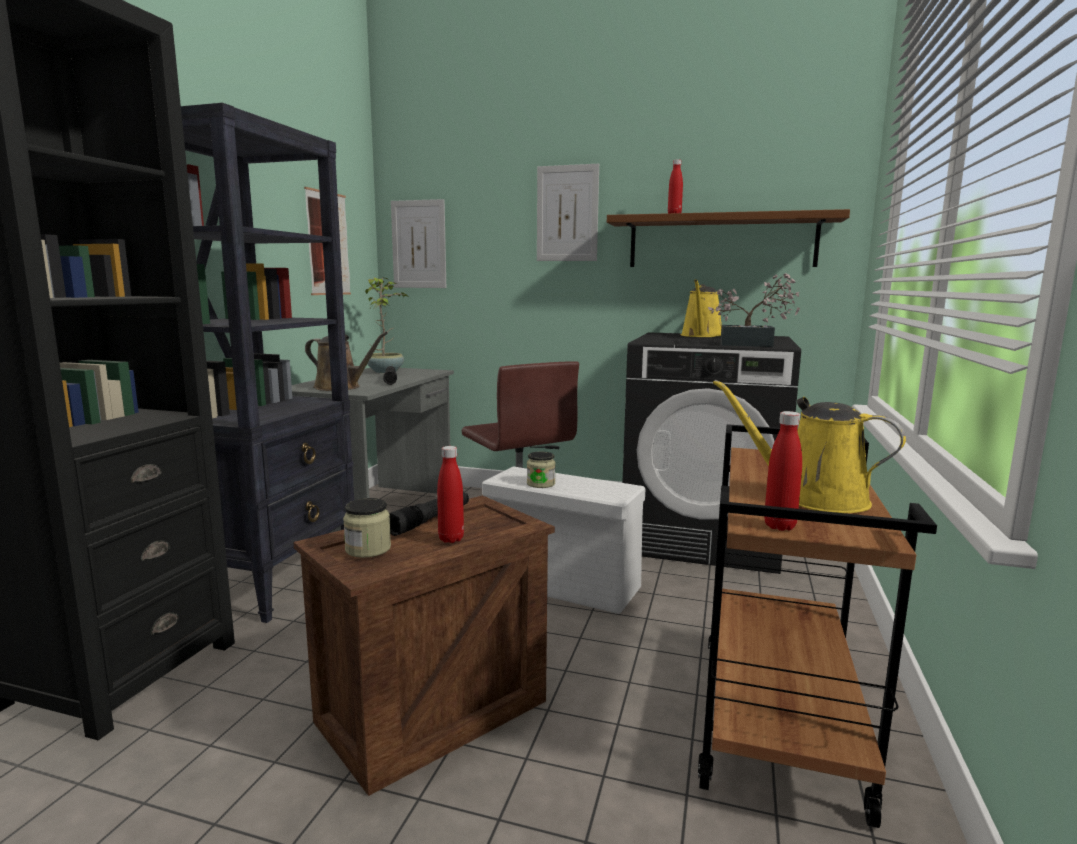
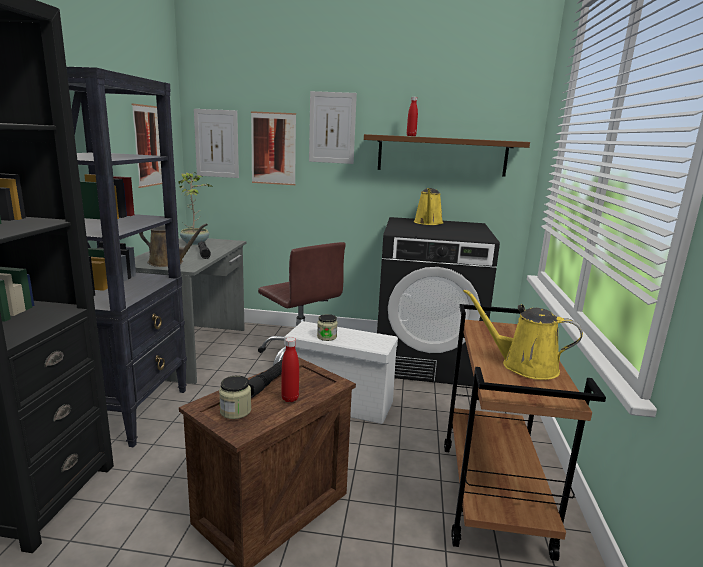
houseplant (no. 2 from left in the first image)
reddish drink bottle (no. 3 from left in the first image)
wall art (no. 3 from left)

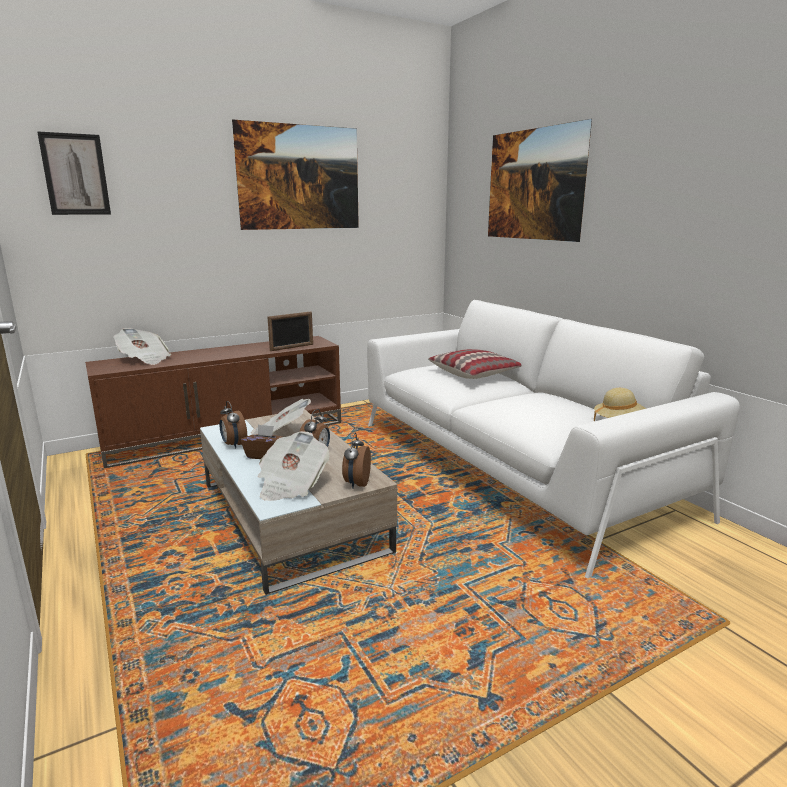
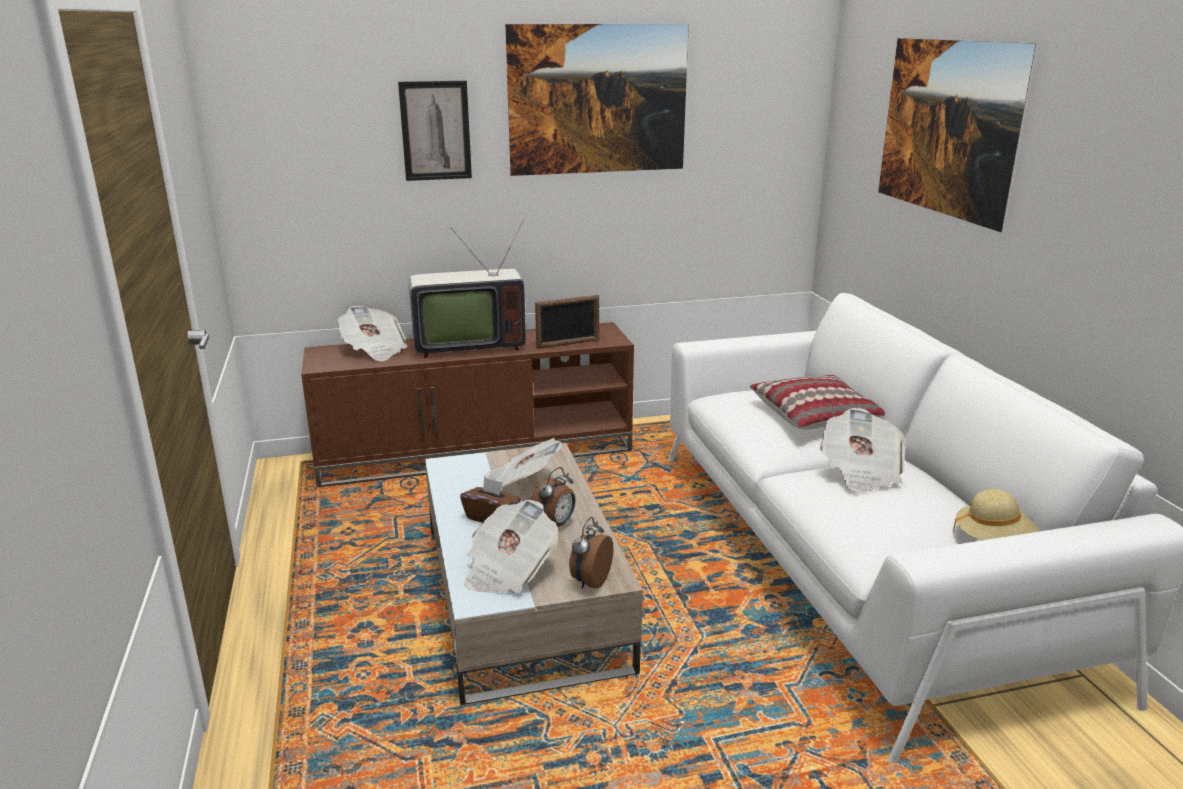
wall art (no. 1 from left)
table clock (no. 1 from left in the first image)
TV set
printed paper (no. 4 from left)

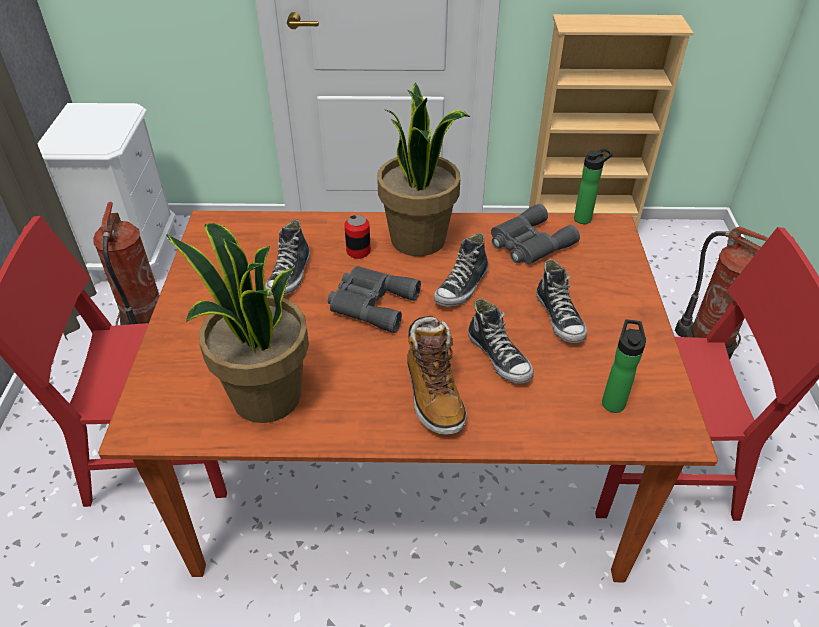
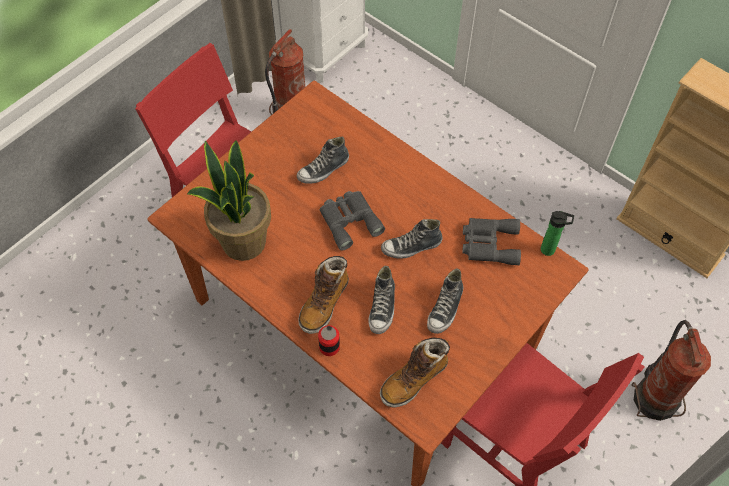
sealed can
houseplant (no. 2 from left in the first image)
tall boot (no. 2 from left)

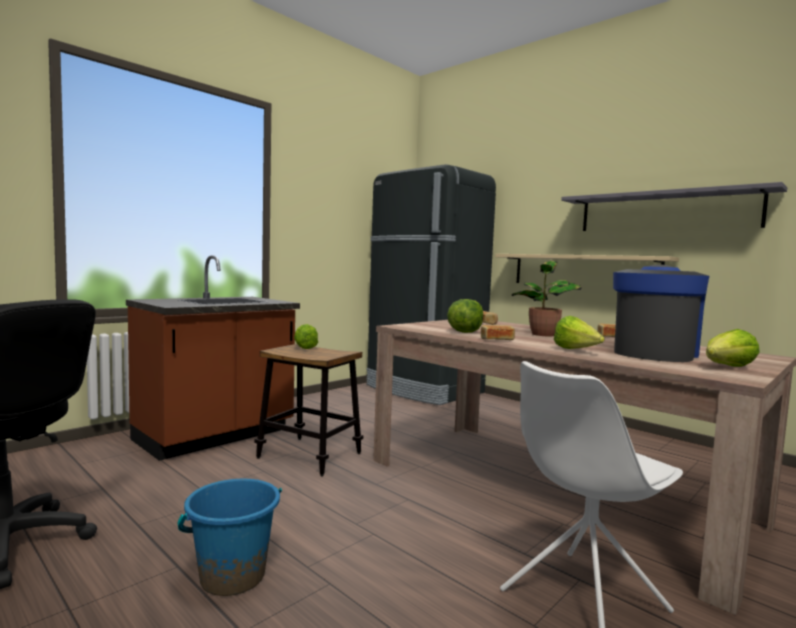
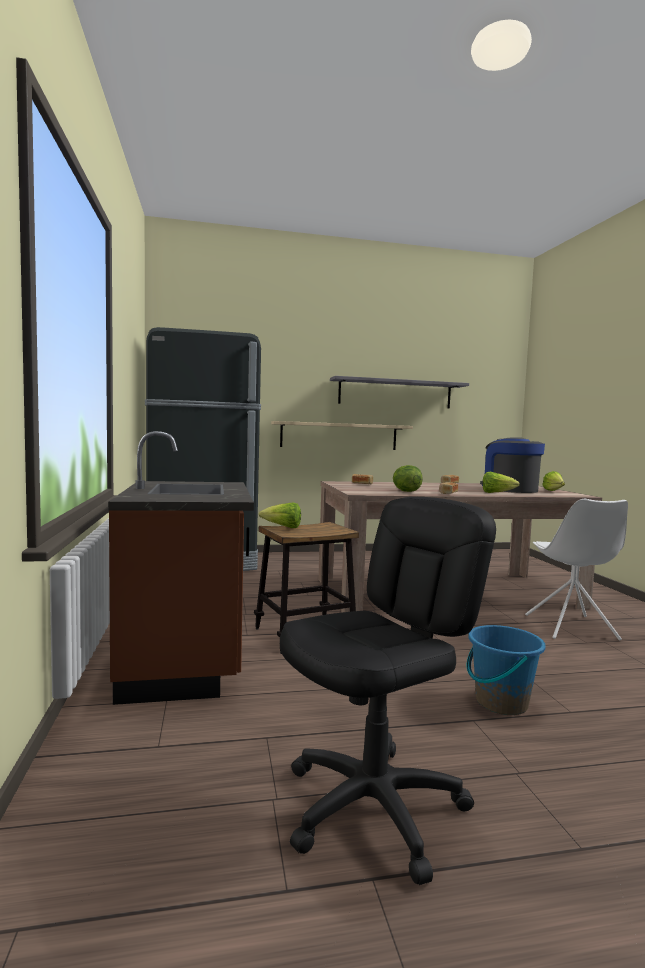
houseplant

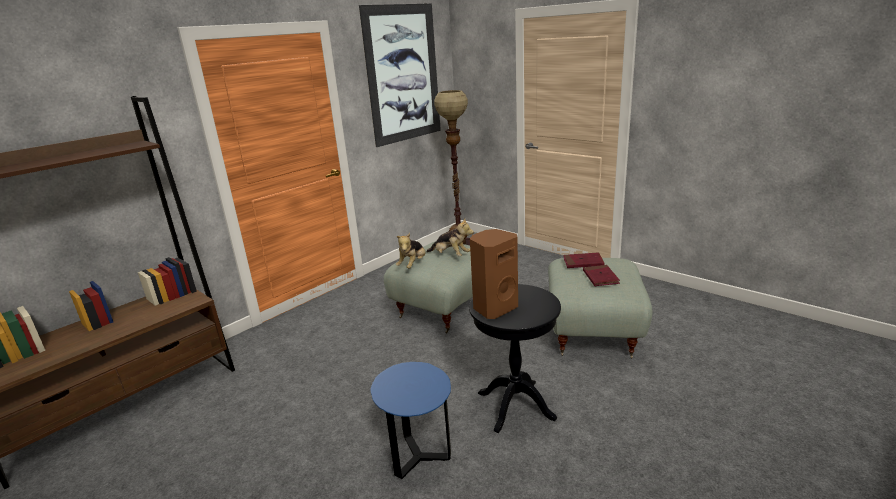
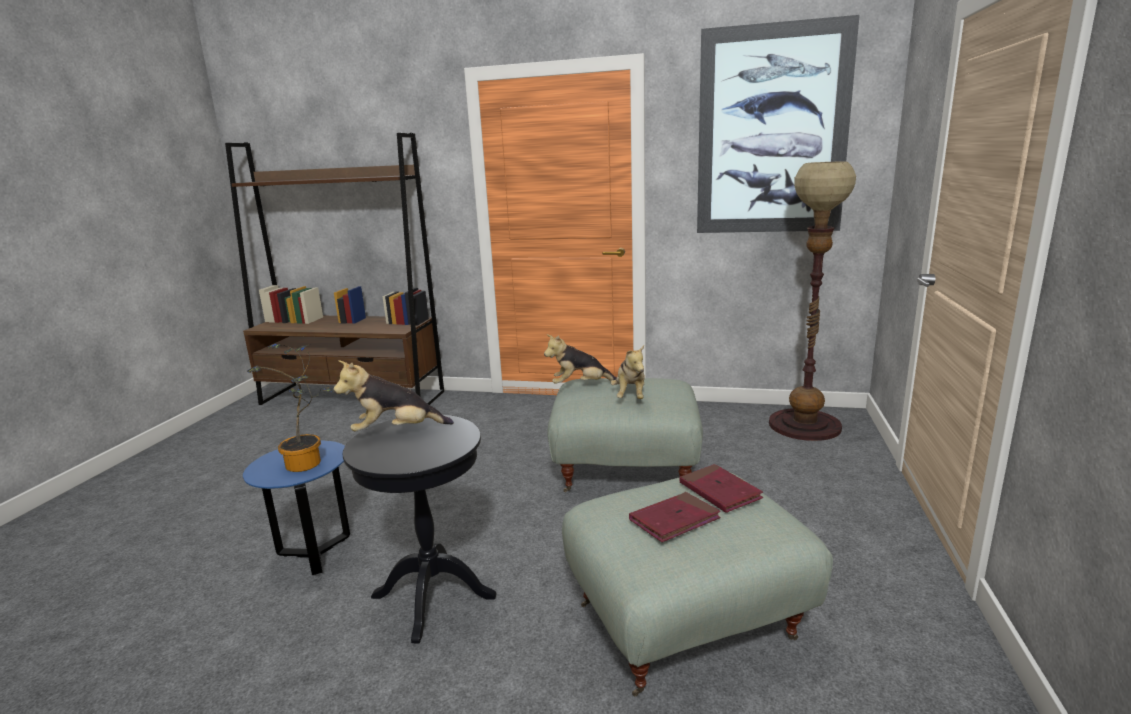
plush toy (no. 1 from left)
houseplant

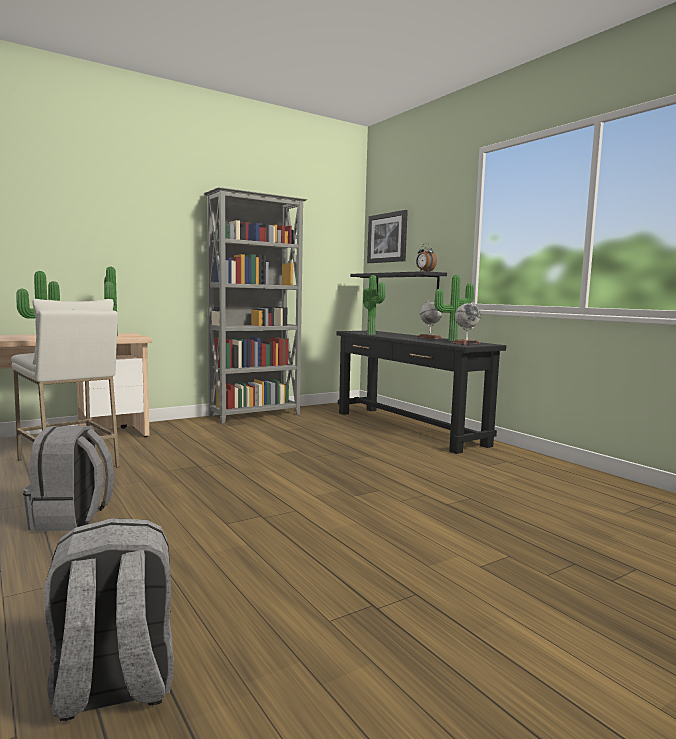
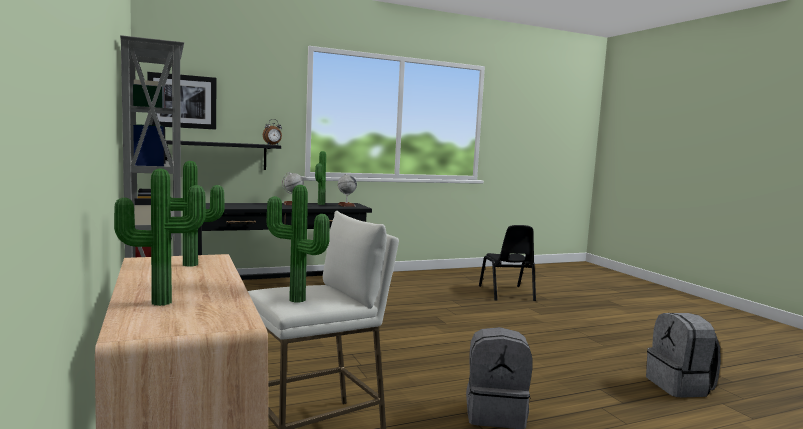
houseplant (no. 1 from left)
black chair

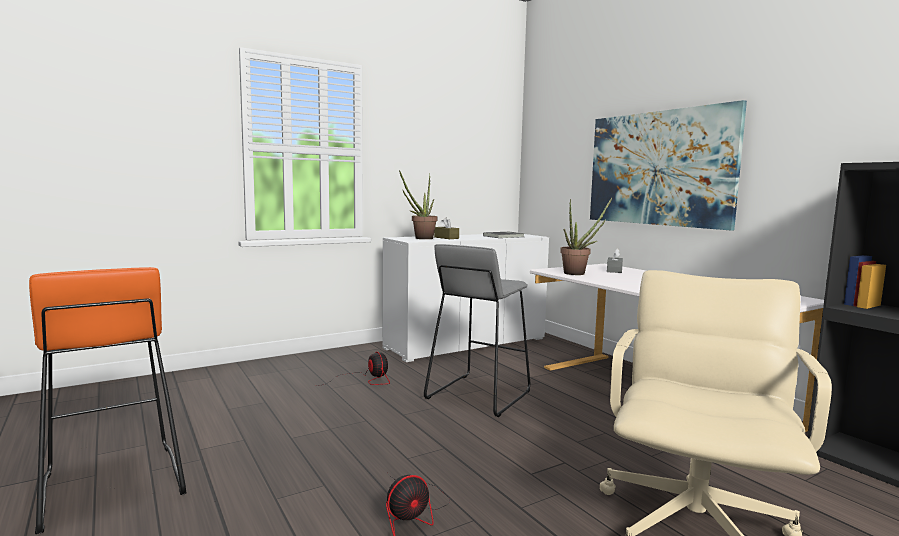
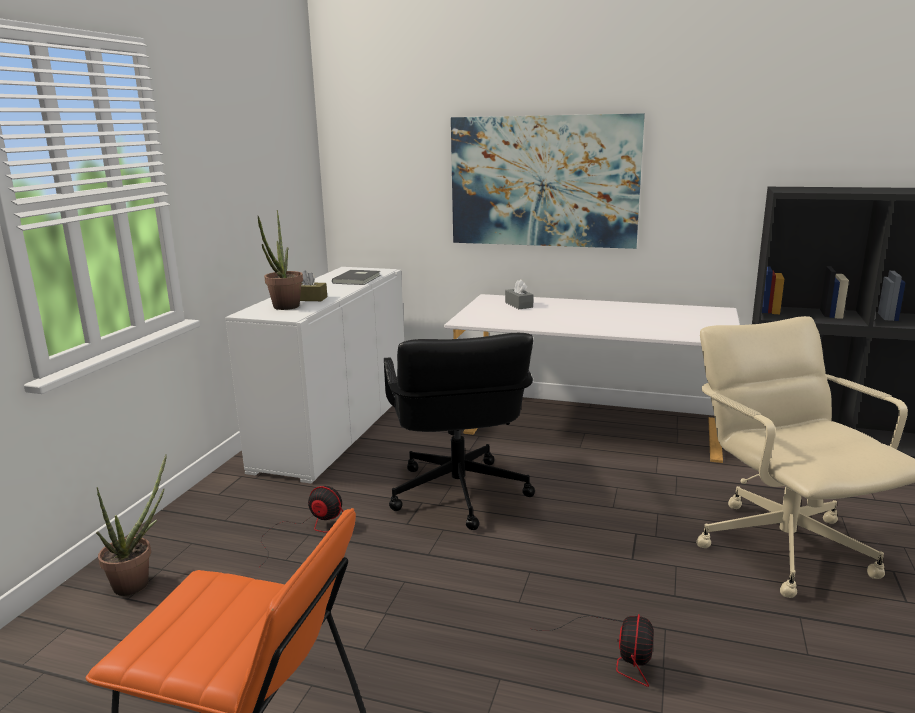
black office chair
houseplant (no. 1 from left)

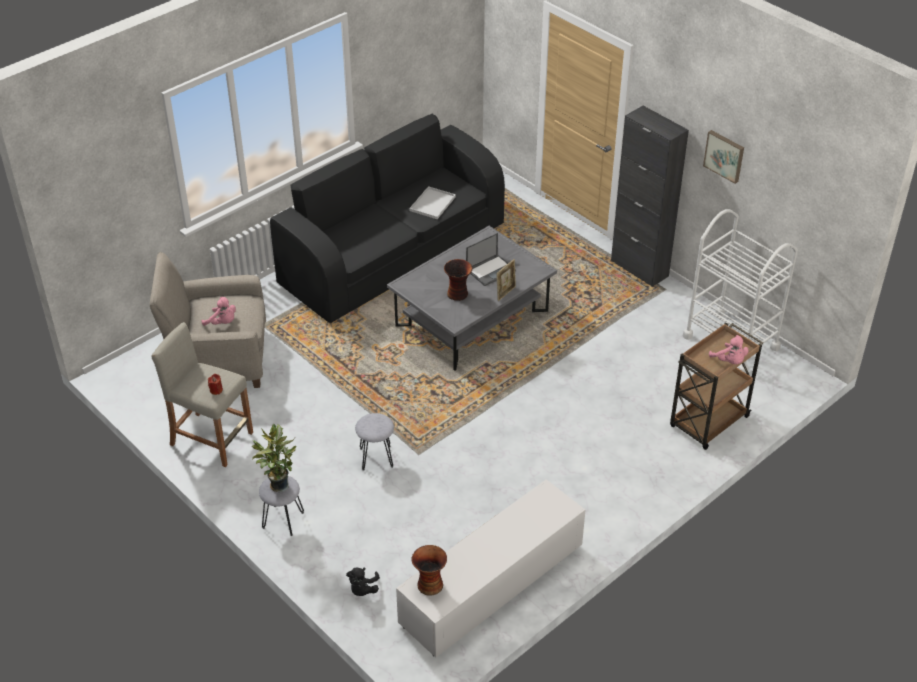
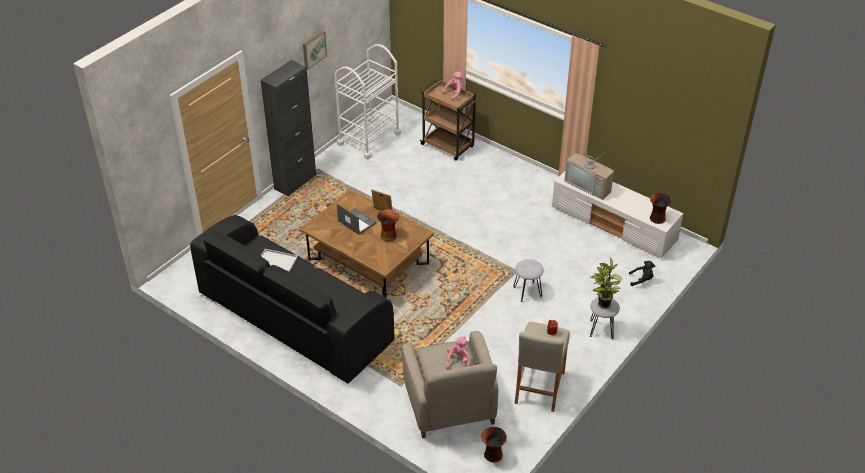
brown lounge table
decorative vase (no. 2 from left)
TV set

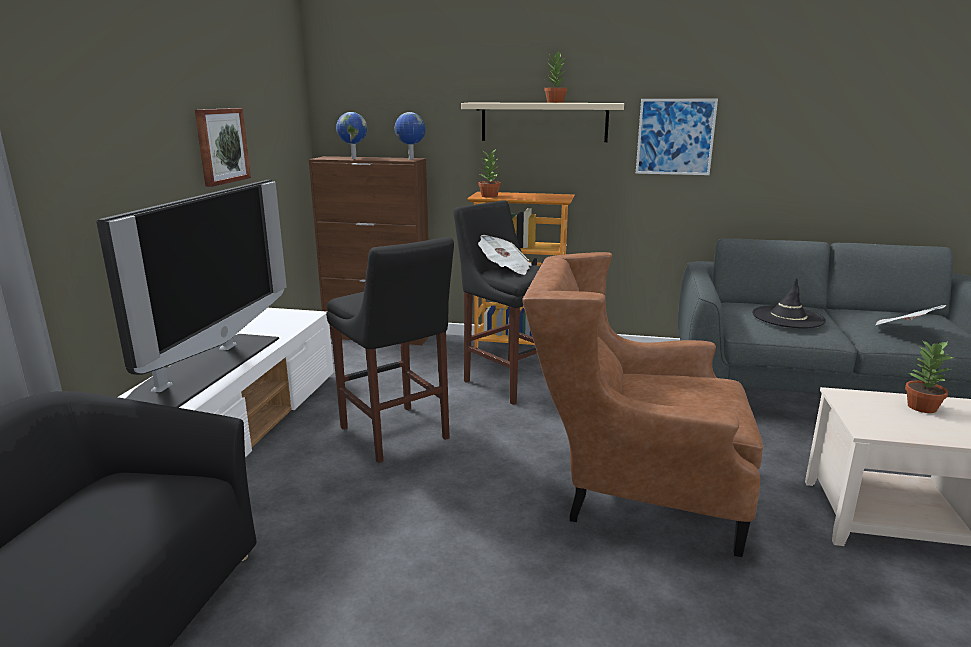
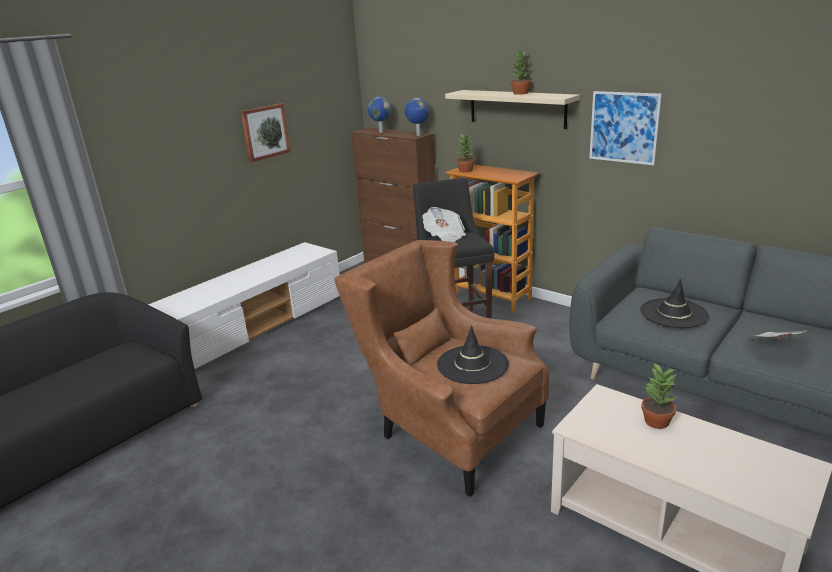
TV set
black stool (no. 1 from left in the first image)
black clothing hat (no. 1 from left)

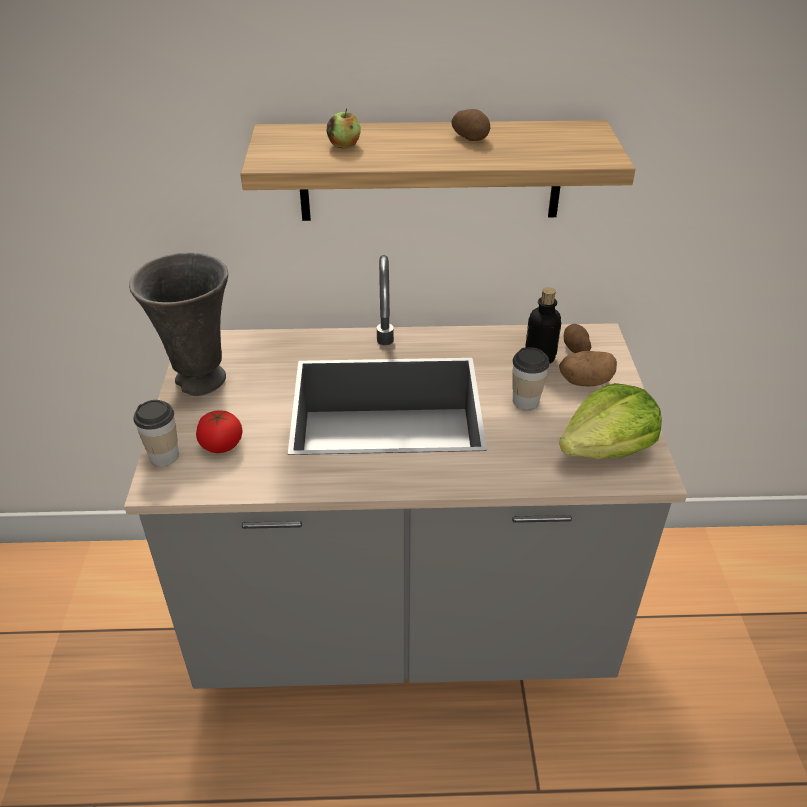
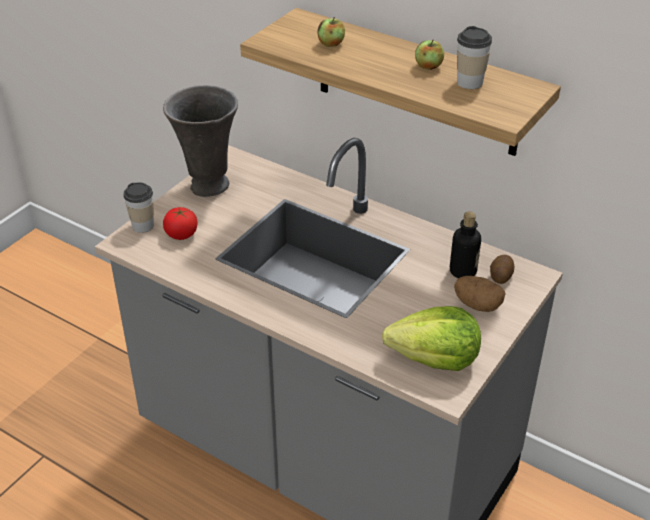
whole apple (no. 2 from left)
small cup (no. 2 from left)

